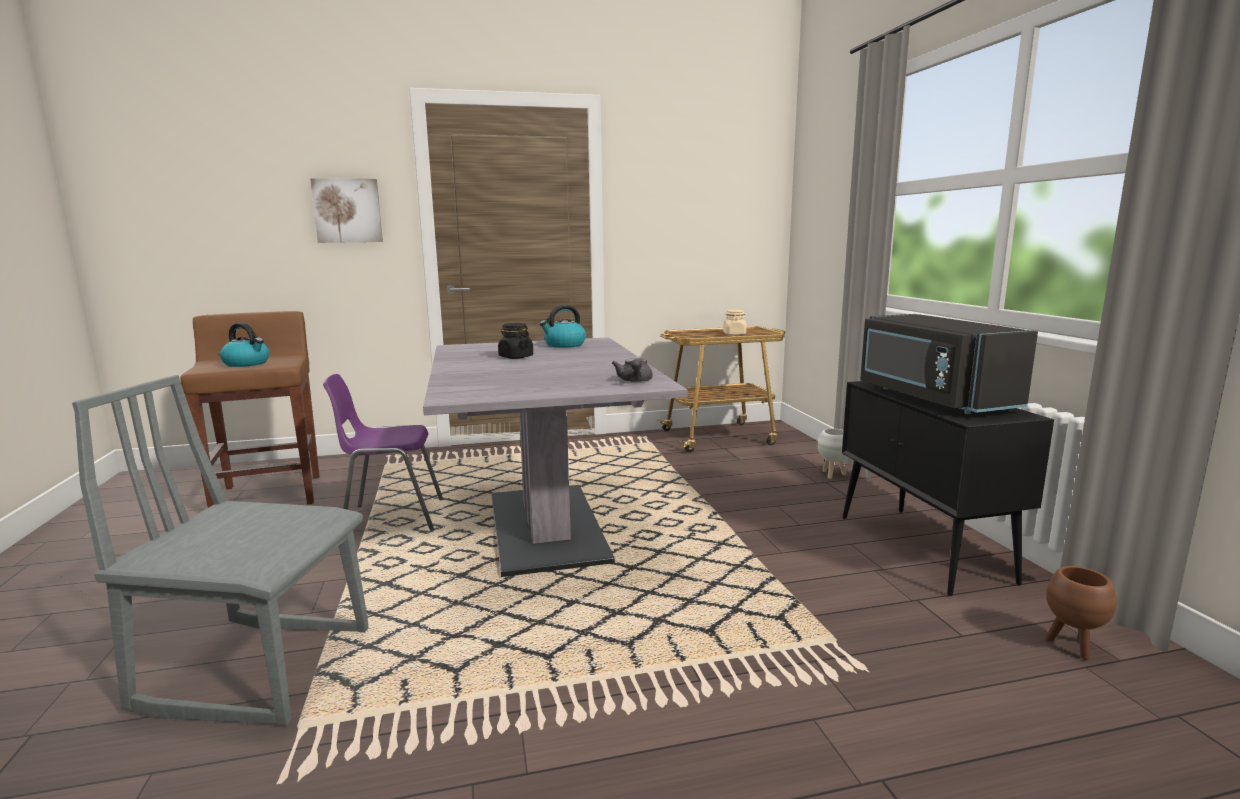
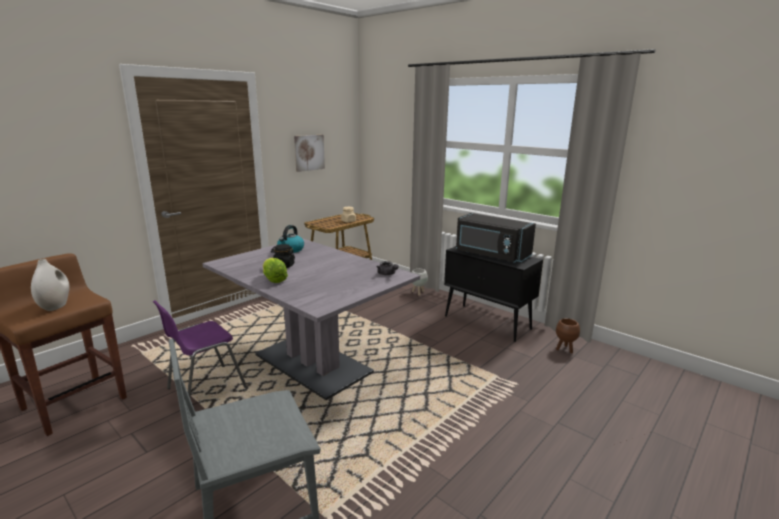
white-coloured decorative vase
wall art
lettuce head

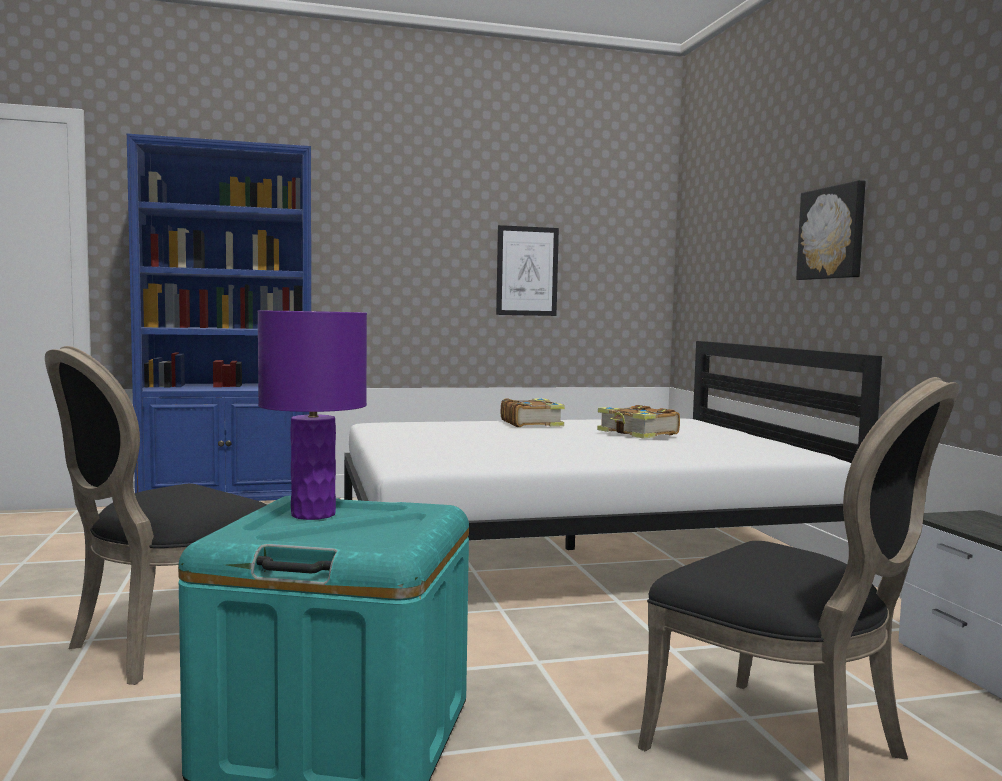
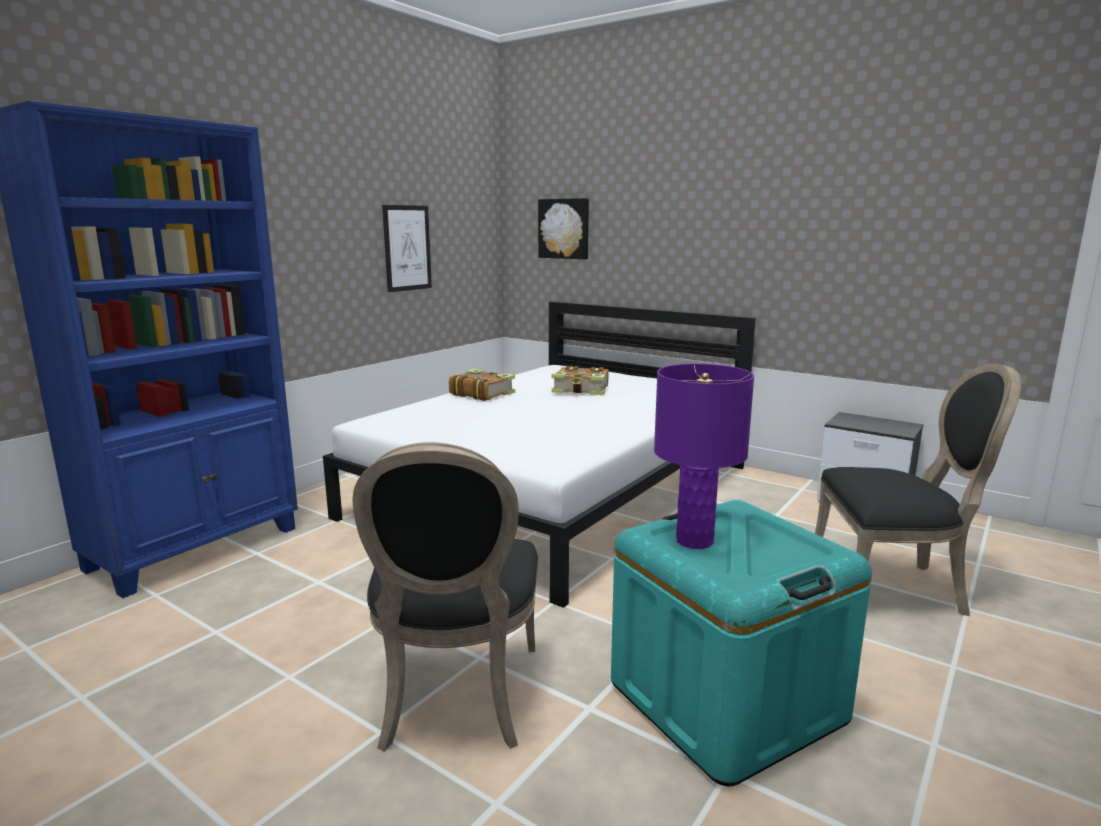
wall art (no. 2 from left)

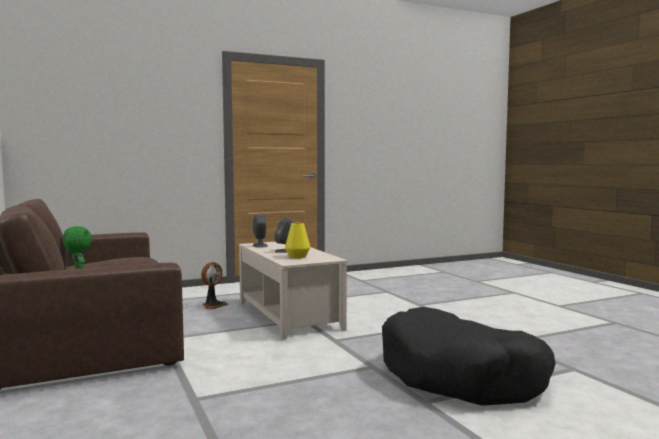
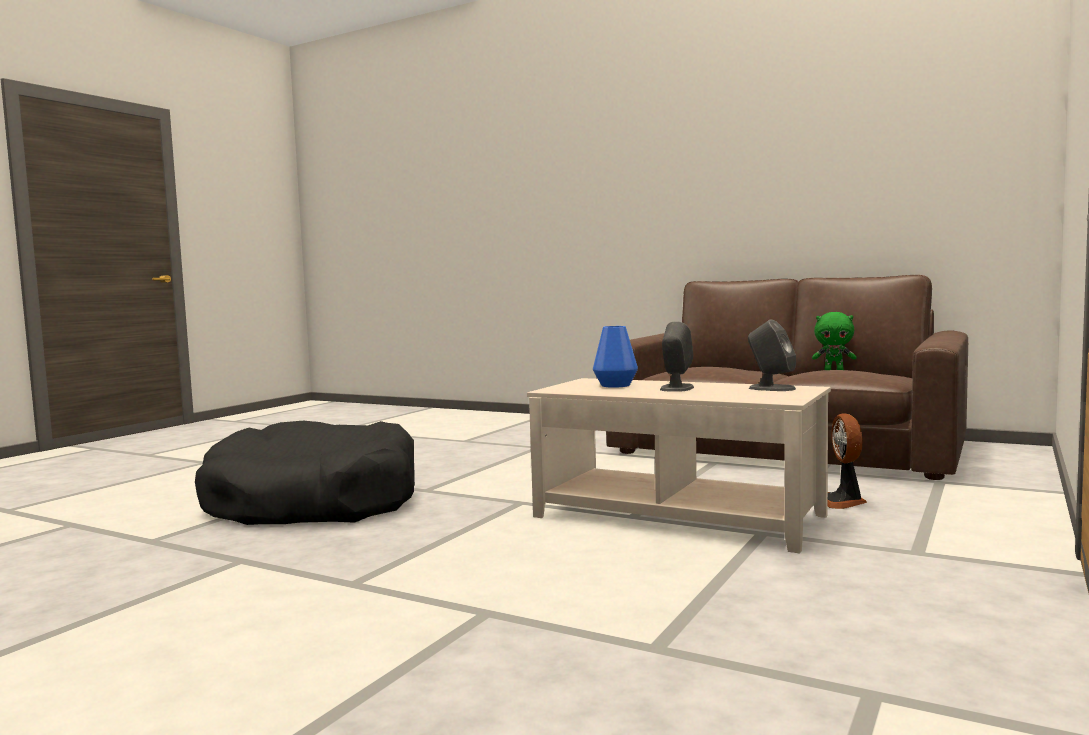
bluish decorative vase

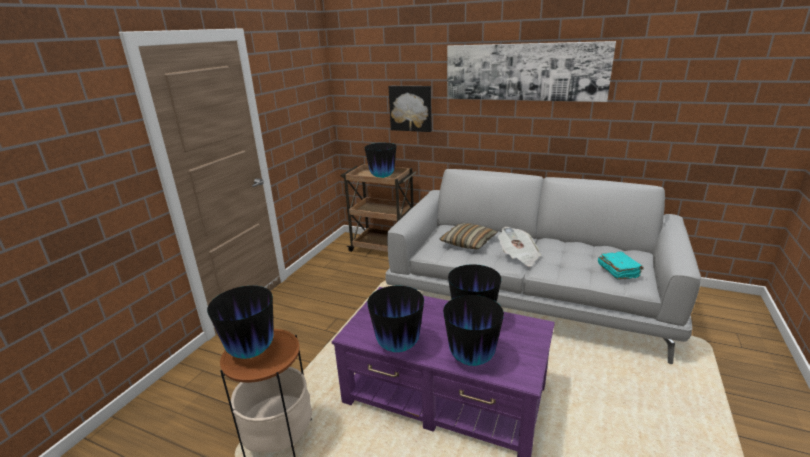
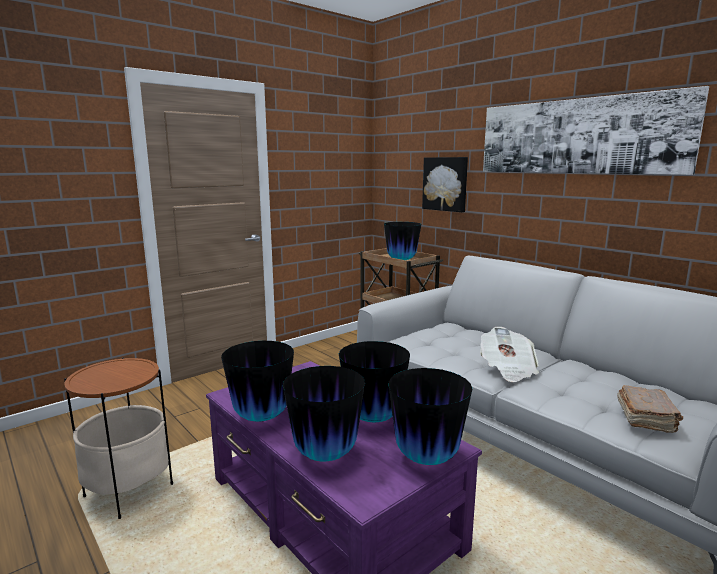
decorative vase (no. 5 from left)
cushion
brown bound book

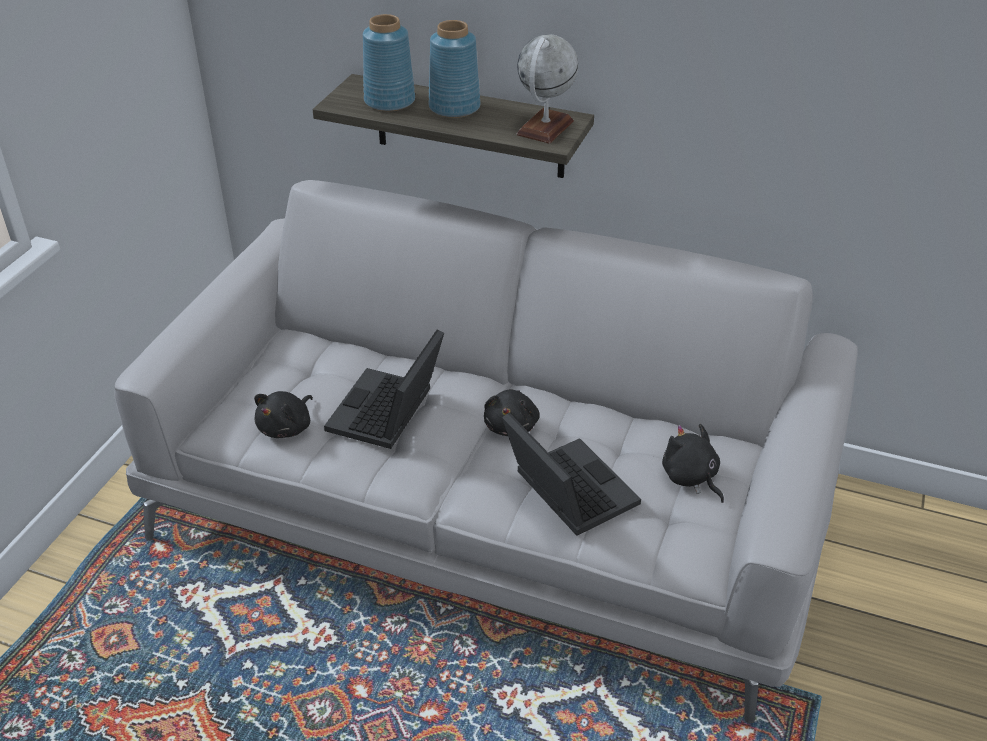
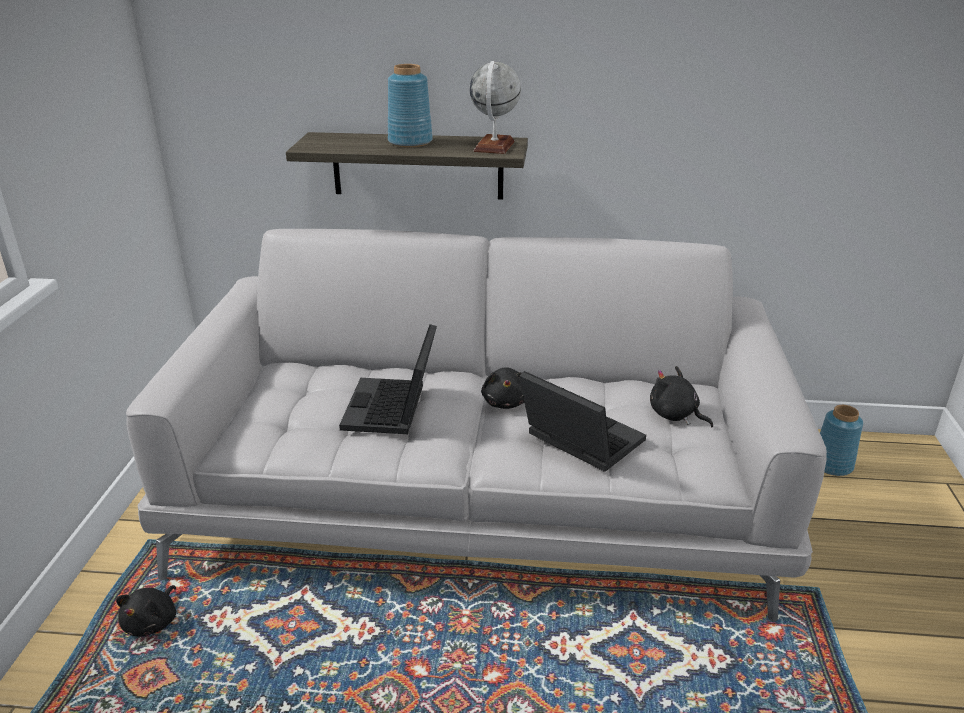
black plush toy (no. 1 from left)
bluish decorative vase (no. 2 from left)

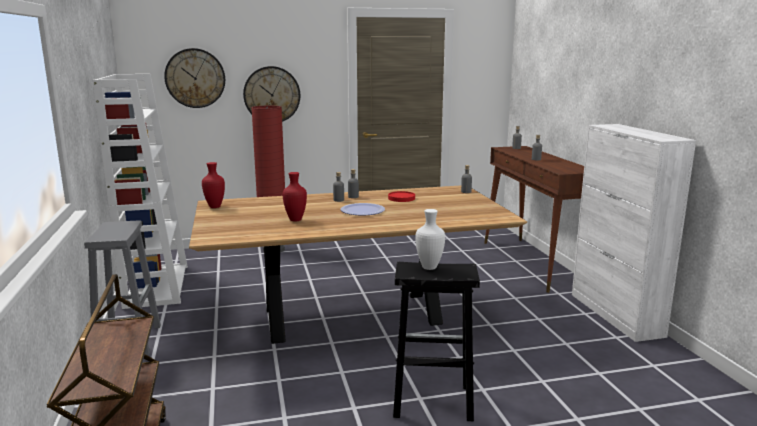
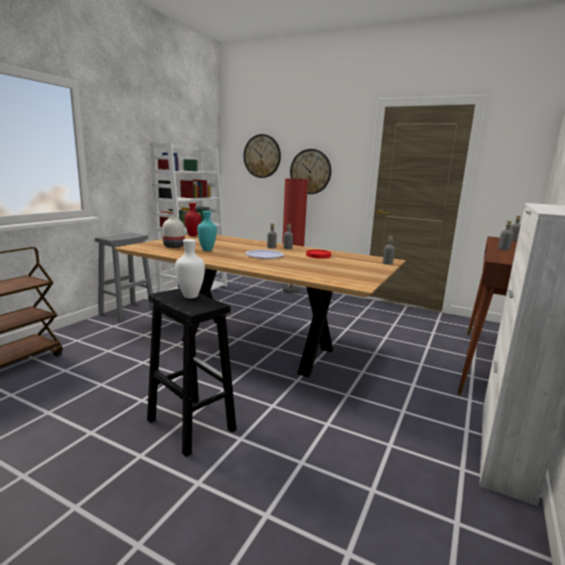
blue-green decorative vase
white-coloured decorative vase (no. 1 from left)

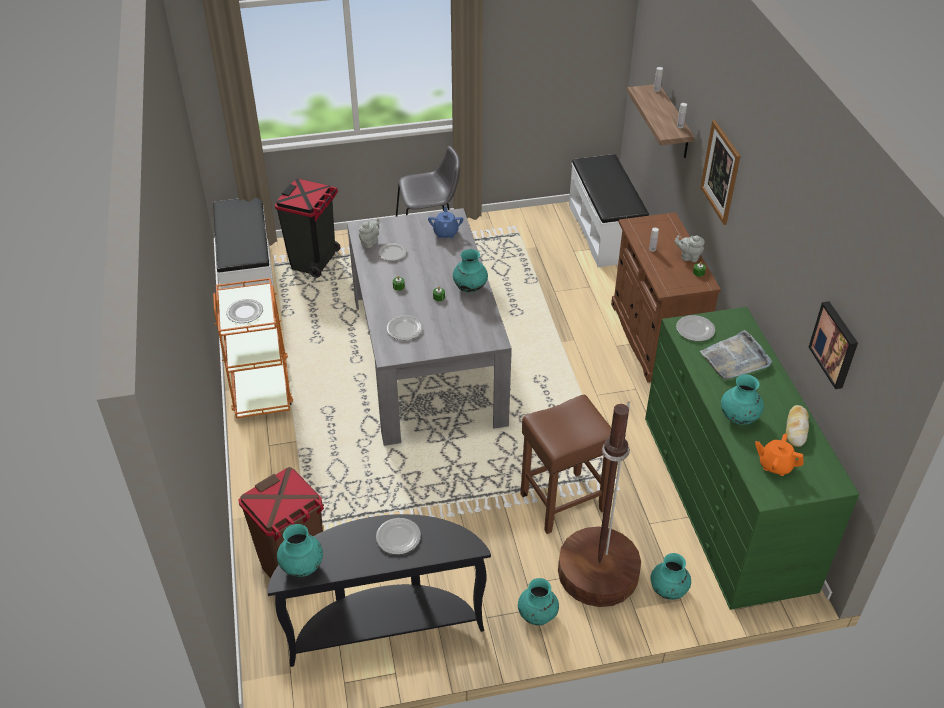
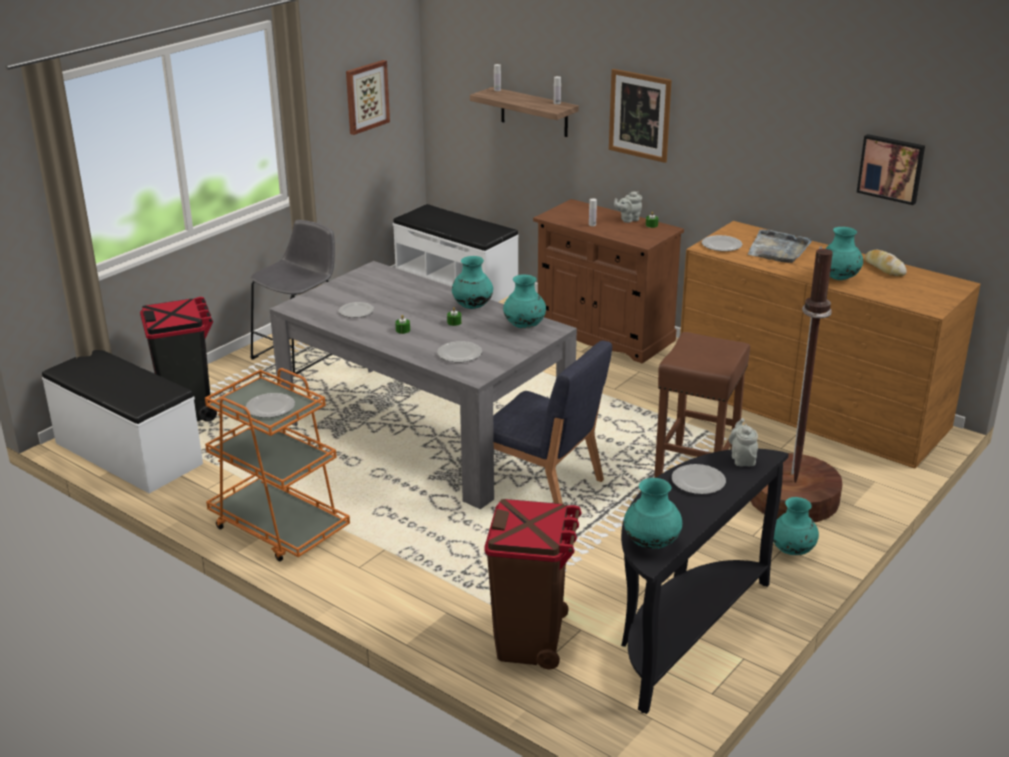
greyish teapot (no. 2 from left)
bluish teapot
brown dresser
blue-green decorative vase (no. 2 from left)
orange teapot
wall art (no. 1 from left)
bluish chair

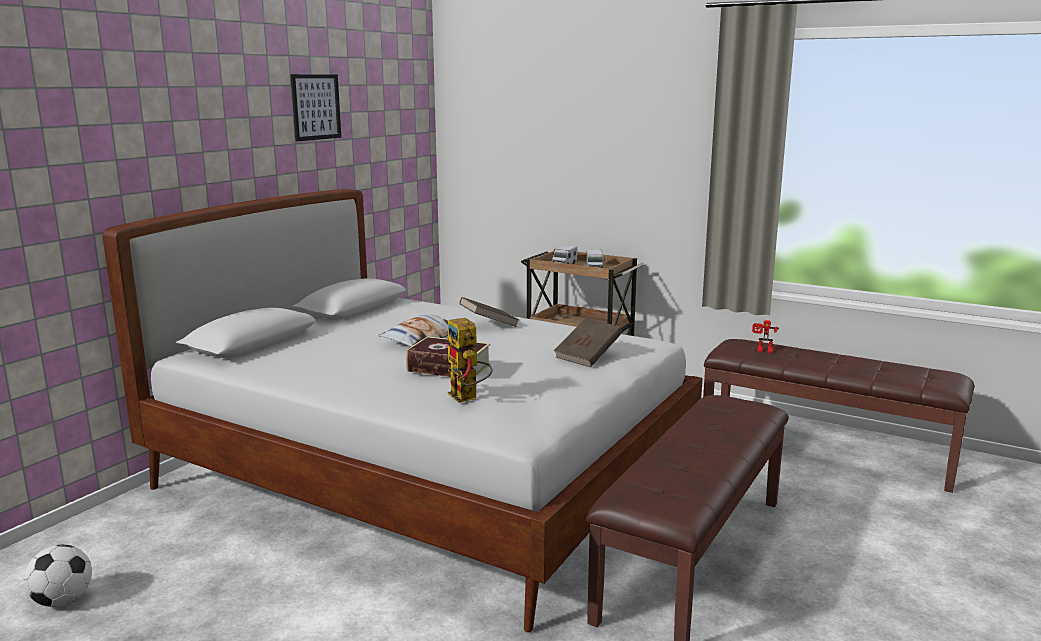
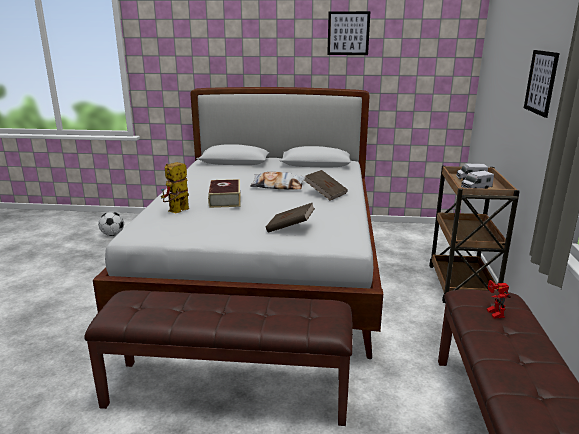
wall art (no. 2 from left)

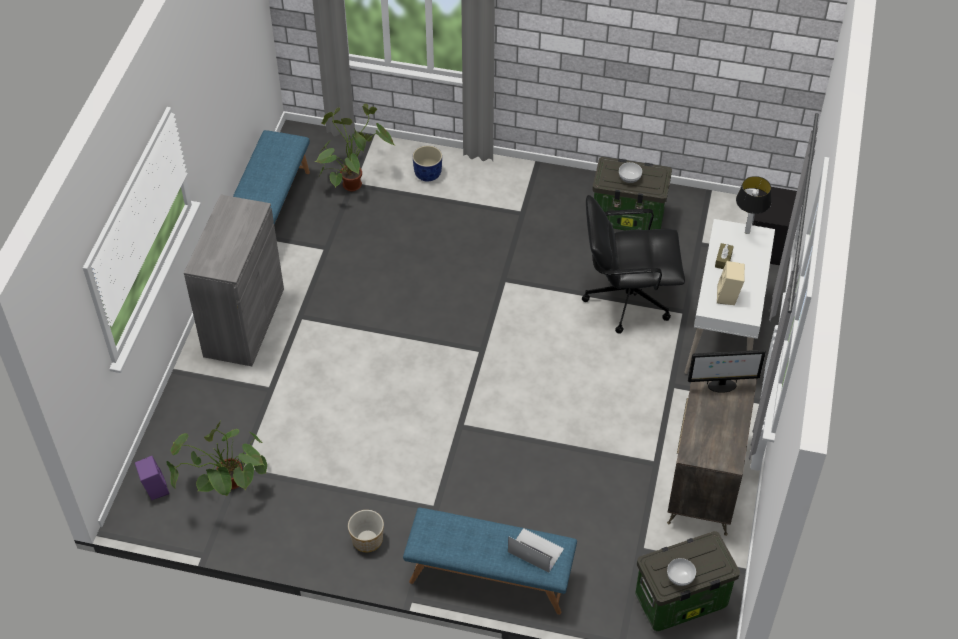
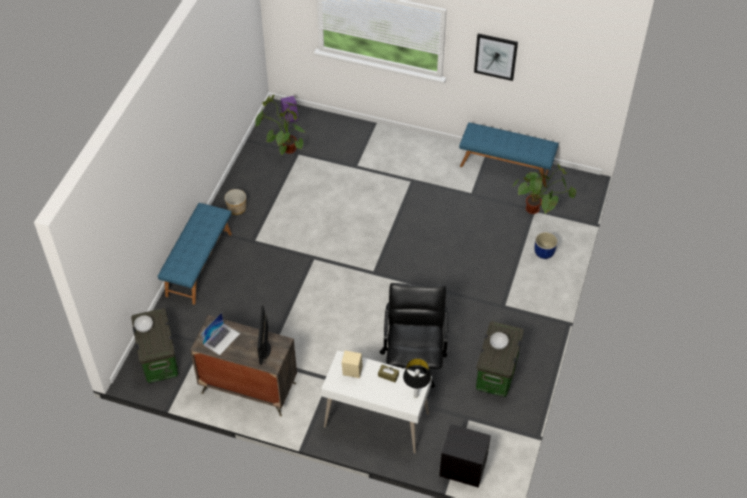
greyish storage cabinet
laptop
wall art

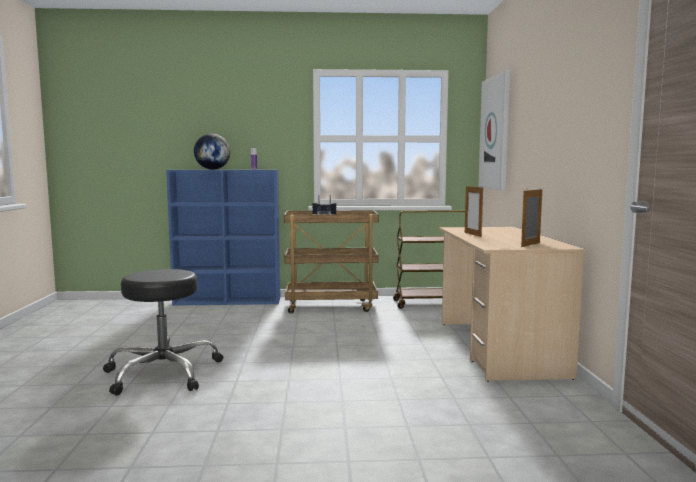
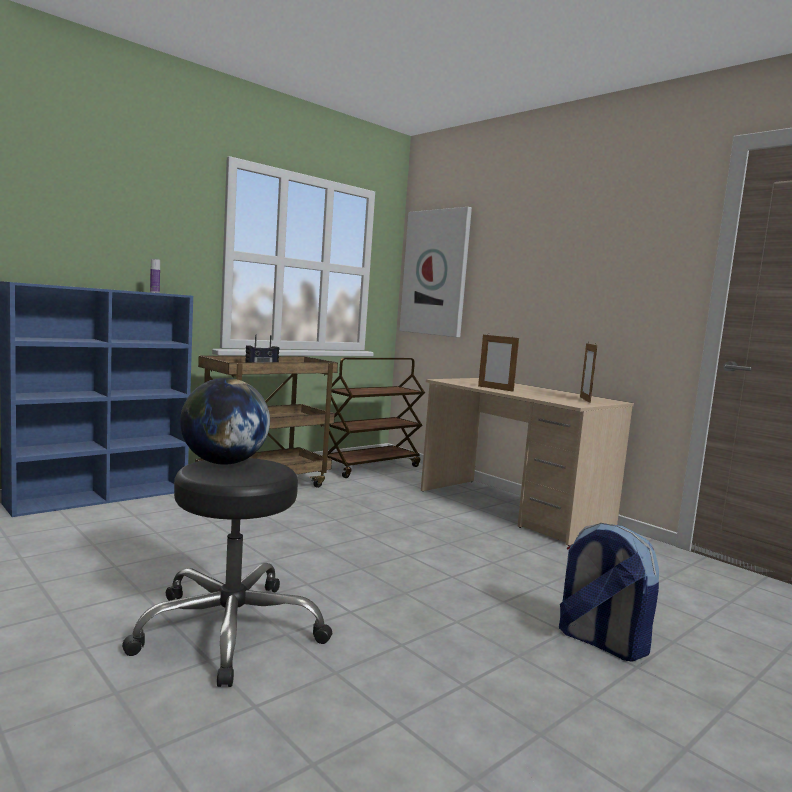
world globe
backpack

